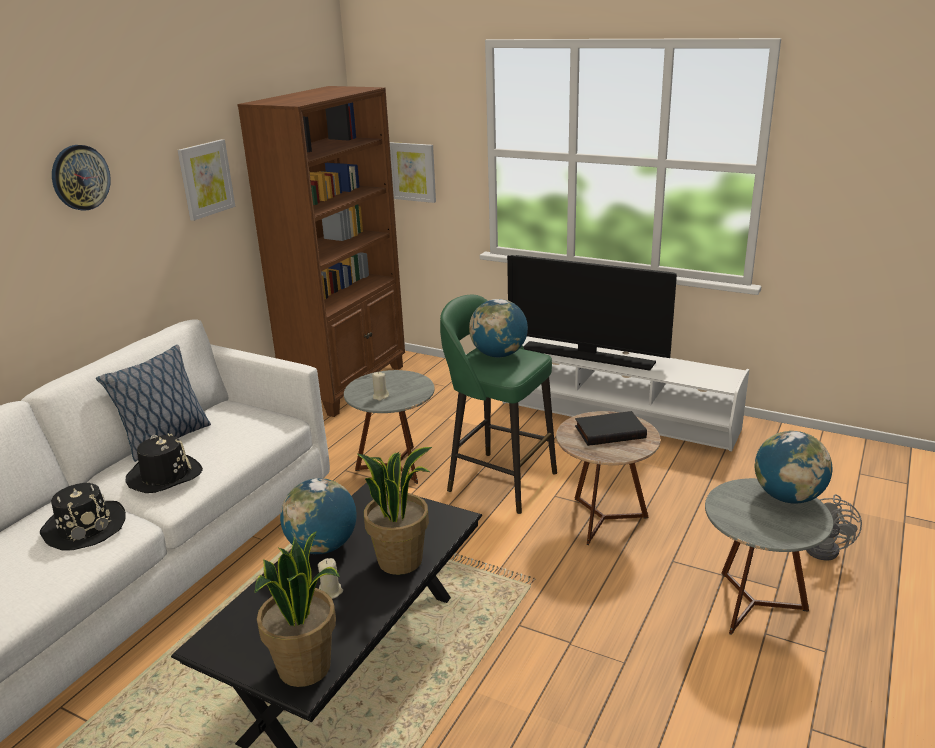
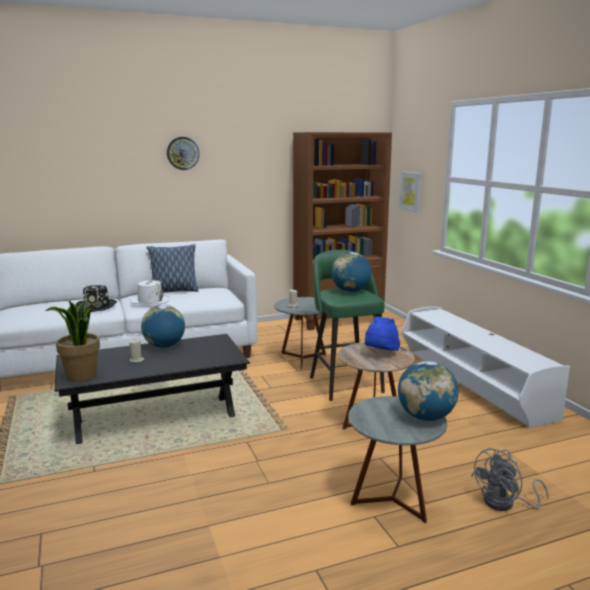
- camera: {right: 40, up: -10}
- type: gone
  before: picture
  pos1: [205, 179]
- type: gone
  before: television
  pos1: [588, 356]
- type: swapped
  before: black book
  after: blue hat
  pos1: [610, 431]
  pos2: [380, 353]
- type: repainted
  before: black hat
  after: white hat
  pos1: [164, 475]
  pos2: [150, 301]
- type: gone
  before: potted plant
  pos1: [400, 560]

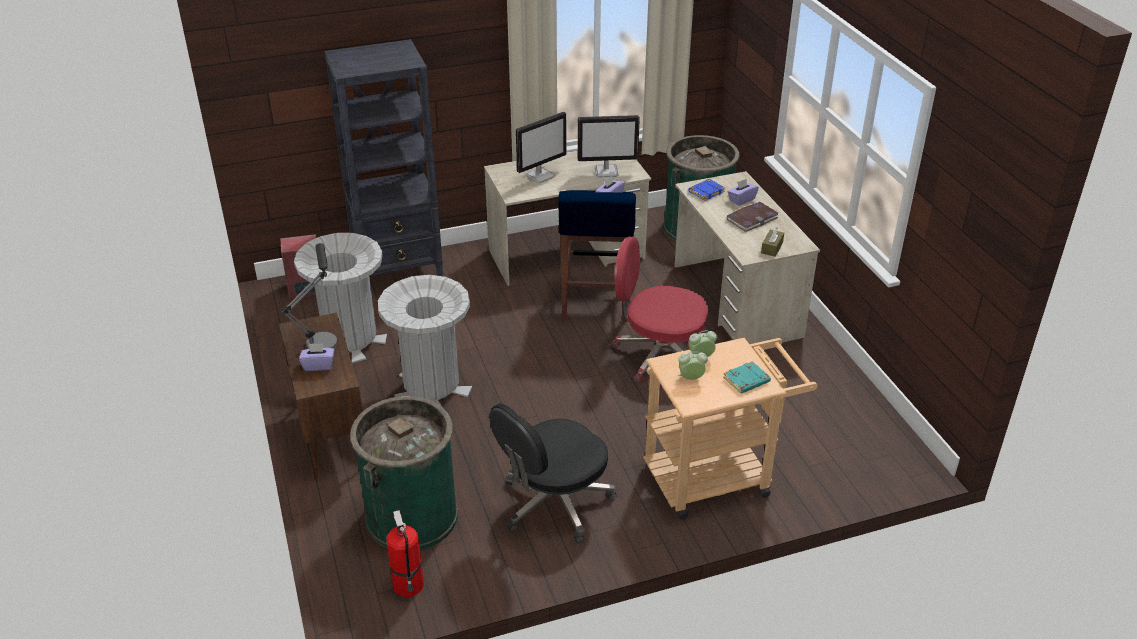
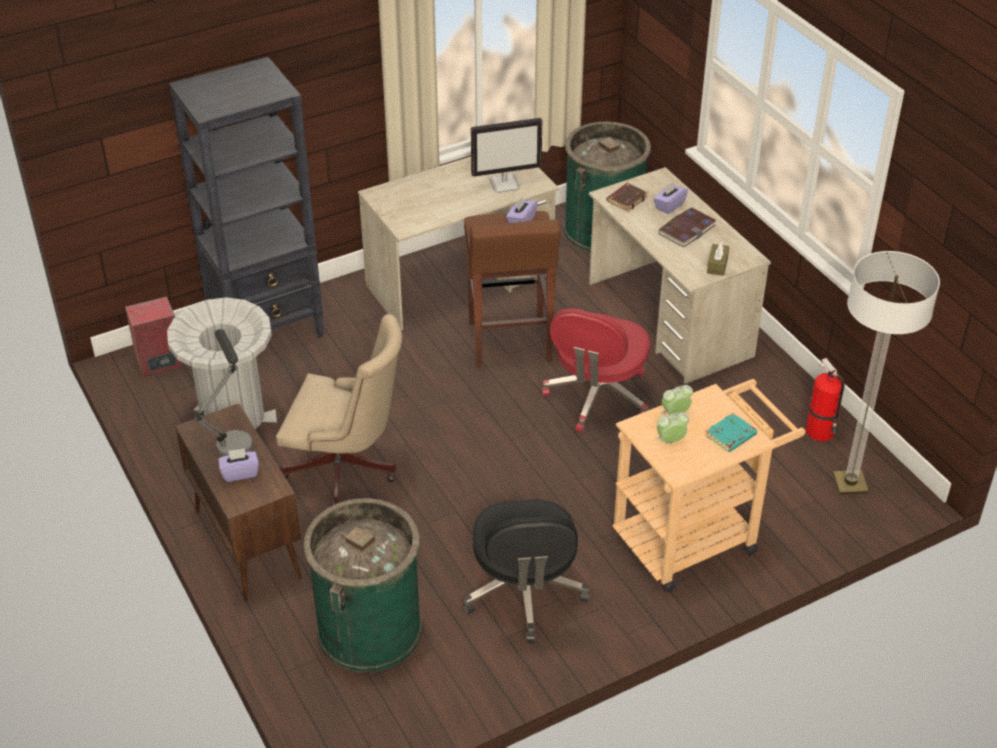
- camera: {right: -10, up: 5}
- type: gone
  before: monitor
  pos1: [540, 175]
- type: repainted
  before: blue book
  after: brown book
  pos1: [706, 192]
  pos2: [626, 199]
- type: repainted
  before: blue stool
  after: brown stool
  pos1: [595, 304]
  pos2: [509, 342]
- type: rotated
  before: red office chair
  pos1: [659, 354]
  pos2: [597, 397]
  turn: -75
- type: swapped
  before: grey trash can
  after: beige office chair
  pos1: [432, 387]
  pos2: [347, 469]
- type: rotated
  before: black office chair
  pos1: [554, 504]
  pos2: [524, 593]
  turn: -45
- type: shifted
  before: fire extinguisher
  pos1: [409, 586]
  pos2: [821, 432]
- type: new
  after: floor lamp
  pos2: [850, 484]

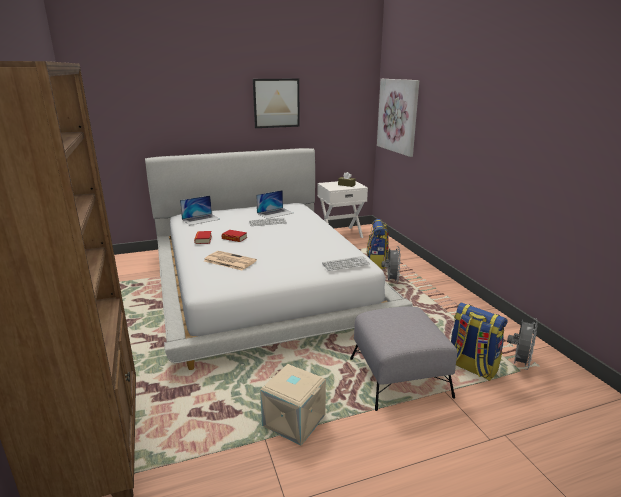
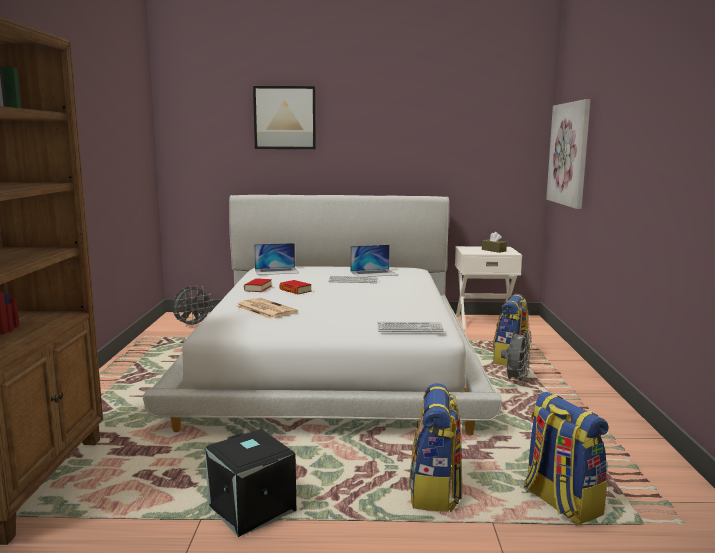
- camera: {right: 20, up: -10}
- type: shifted
  before: picture
  pos1: [276, 103]
  pos2: [285, 118]
- type: swapped
  before: grey ottoman
  after: backpack
  pos1: [399, 377]
  pos2: [435, 492]
- type: shifted
  before: grey fan
  pos1: [519, 363]
  pos2: [192, 325]
- type: repainted
  before: beige storage box
  after: black storage box
  pos1: [293, 421]
  pos2: [250, 509]

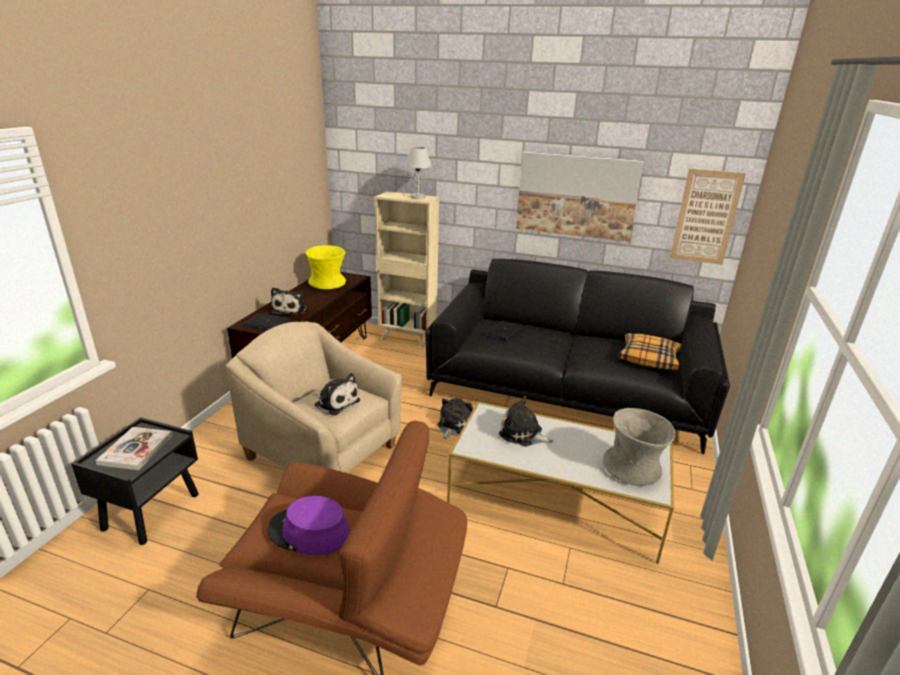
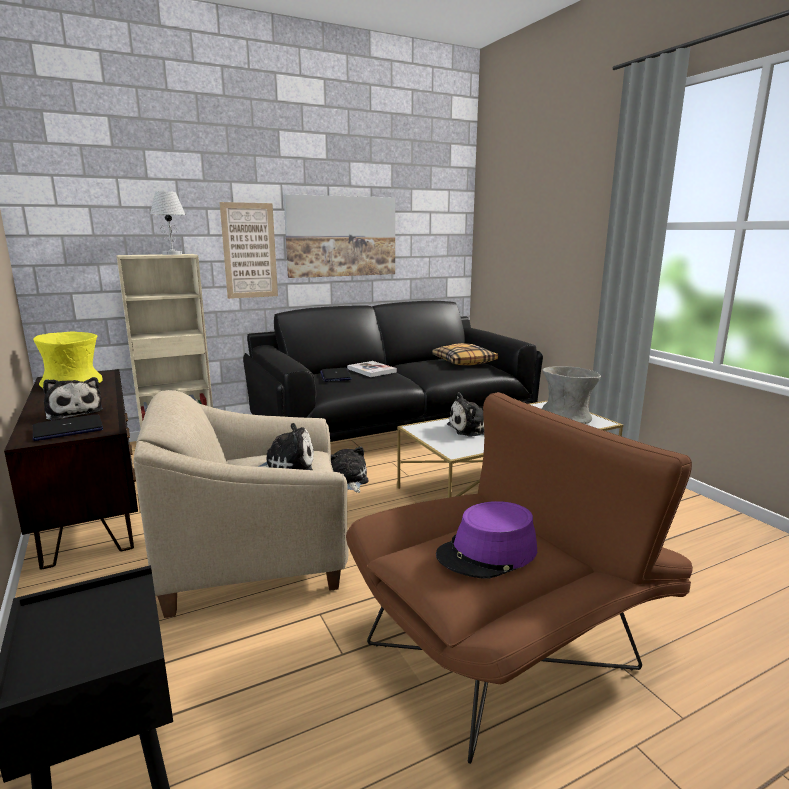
- camera: {right: -45, up: -10}
- type: shifted
  before: picture
  pos1: [705, 217]
  pos2: [249, 251]
- type: shifted
  before: book
  pos1: [136, 449]
  pos2: [371, 370]

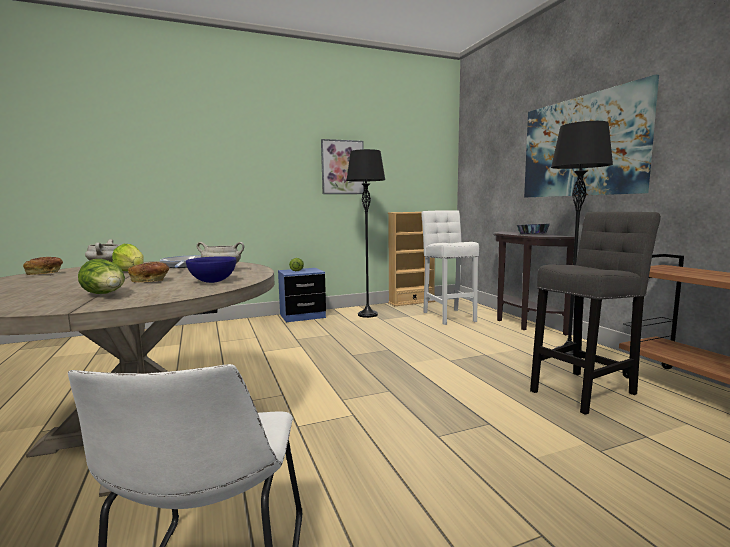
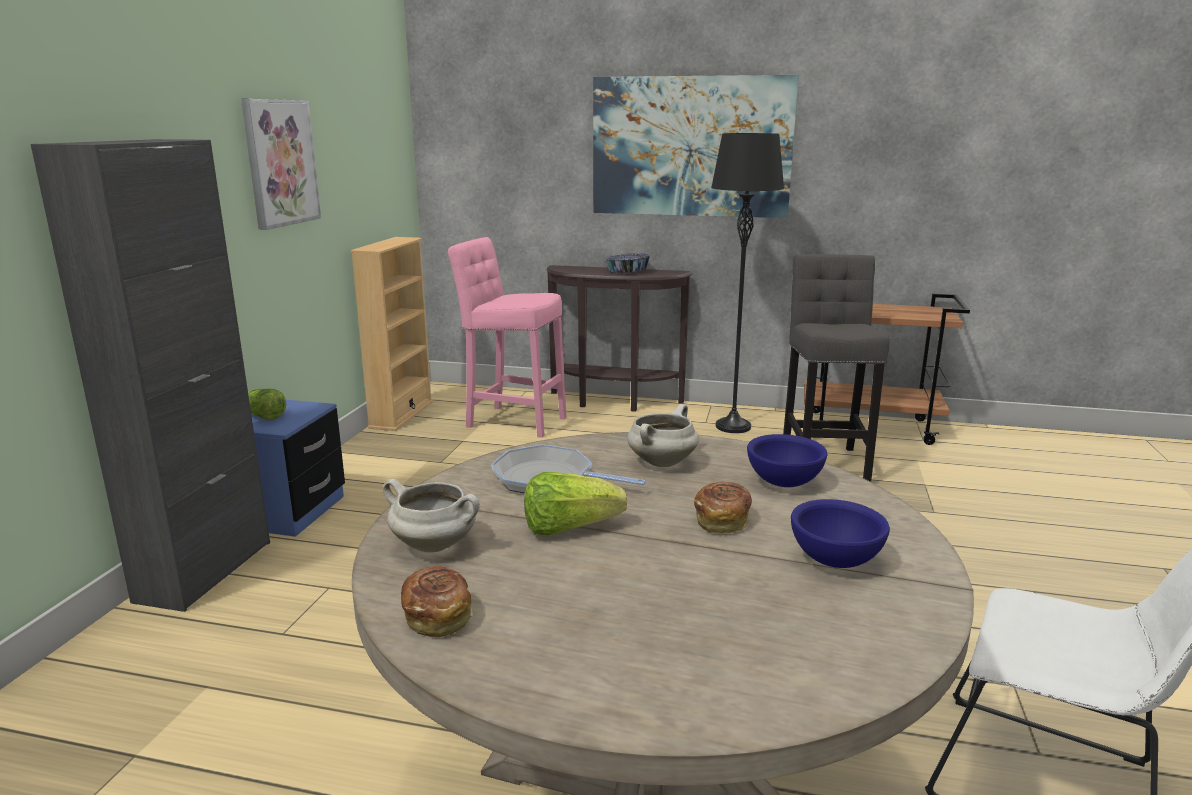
- camera: {right: -55, up: 10}
- type: gone
  before: black floor lamp
  pos1: [367, 315]
- type: repainted
  before: white stool
  after: pink stool
  pos1: [448, 316]
  pos2: [512, 421]
- type: swapped
  before: lettuce
  after: blue bowl
  pos1: [106, 294]
  pos2: [833, 560]
- type: new
  after: black cabinet
  pos2: [205, 571]

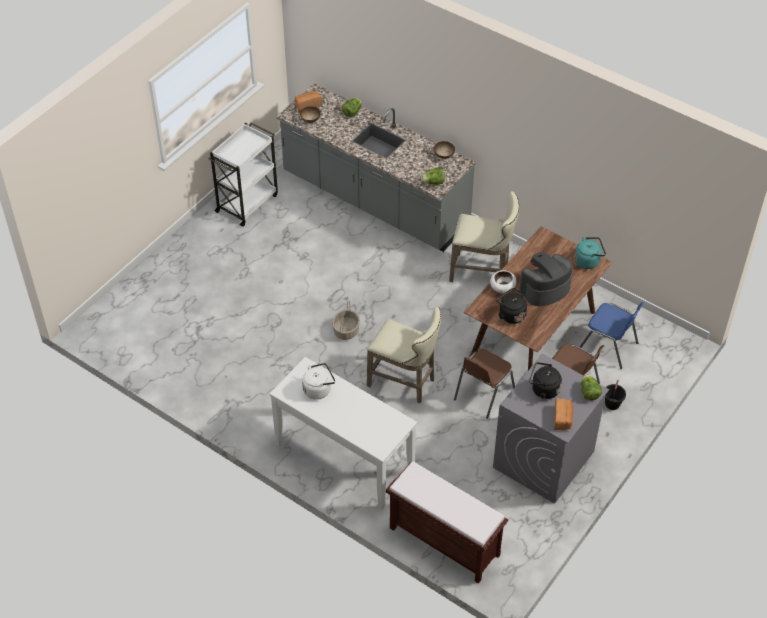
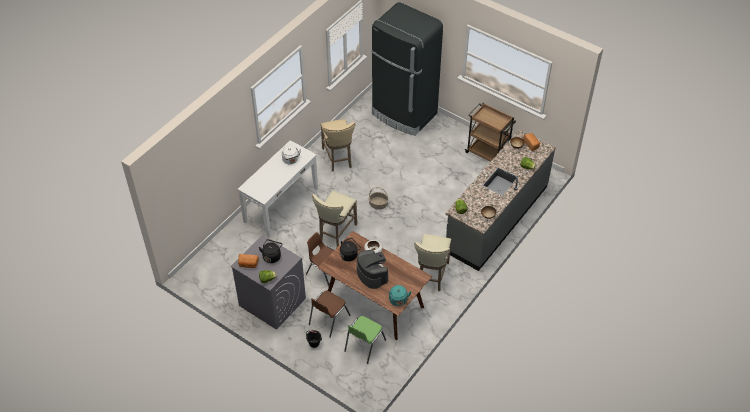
- camera: {right: 90, up: 0}
- type: repainted
  before: white cart
  after: brown cart
  pos1: [247, 202]
  pos2: [487, 154]
- type: repainted
  before: blue chair
  after: green chair
  pos1: [609, 347]
  pos2: [364, 346]
- type: gone
  before: brown bench
  pos1: [443, 541]
- type: new
  after: black fridge
  pos2: [404, 114]
- type: new
  after: beige stool
  pos2: [338, 159]

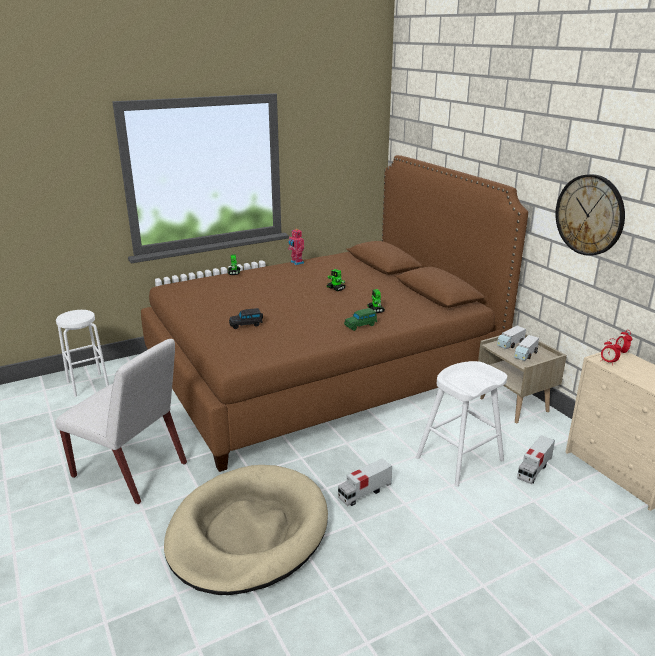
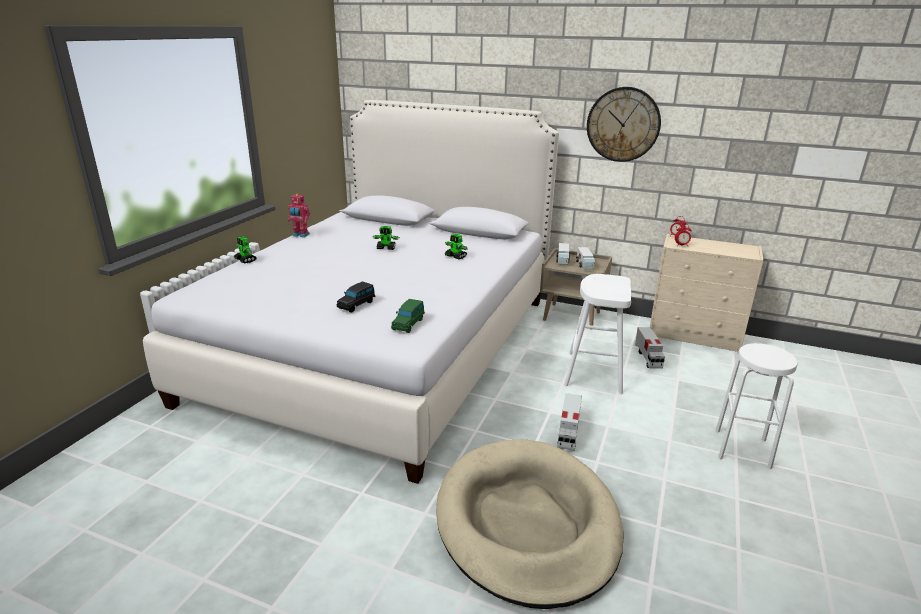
- camera: {right: -40, up: 0}
- type: repainted
  before: brown bed
  after: white bed
  pos1: [321, 371]
  pos2: [383, 346]
- type: shifted
  before: green toy car
  pos1: [361, 325]
  pos2: [408, 324]
- type: shifted
  before: white stool
  pos1: [88, 384]
  pos2: [742, 448]
- type: gone
  before: white chair
  pos1: [131, 470]

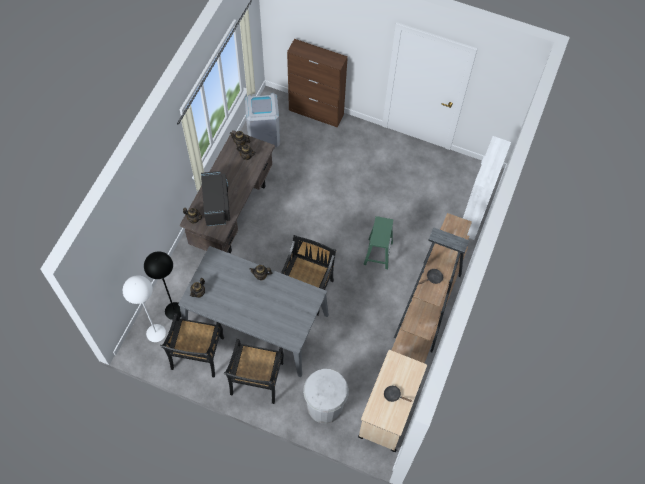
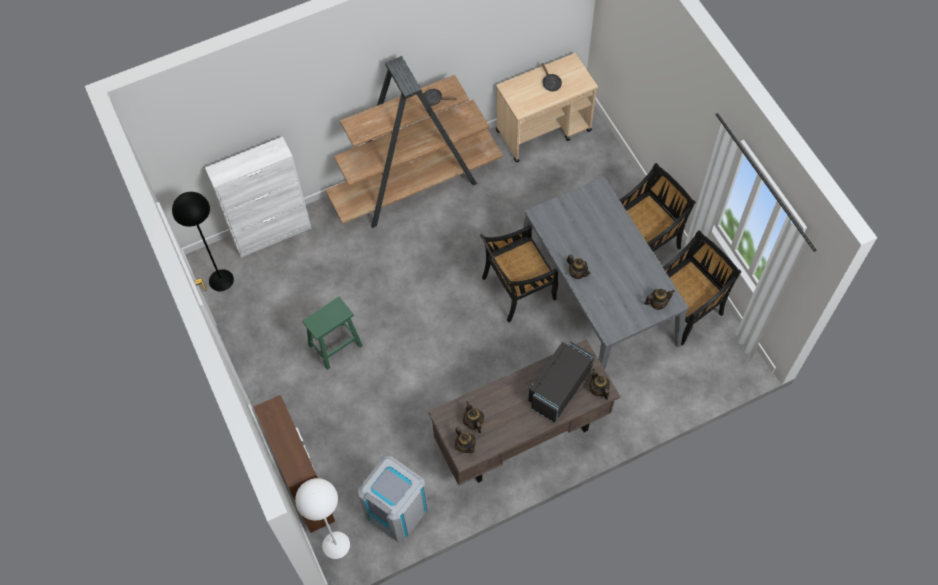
- camera: {right: -135, up: 0}
- type: shifted
  before: green stool
  pos1: [378, 252]
  pos2: [334, 346]
- type: shifted
  before: black floor lamp
  pos1: [174, 311]
  pos2: [221, 280]
- type: shifted
  before: white floor lamp
  pos1: [155, 332]
  pos2: [336, 545]
- type: gone
  before: white trash can
  pos1: [325, 406]

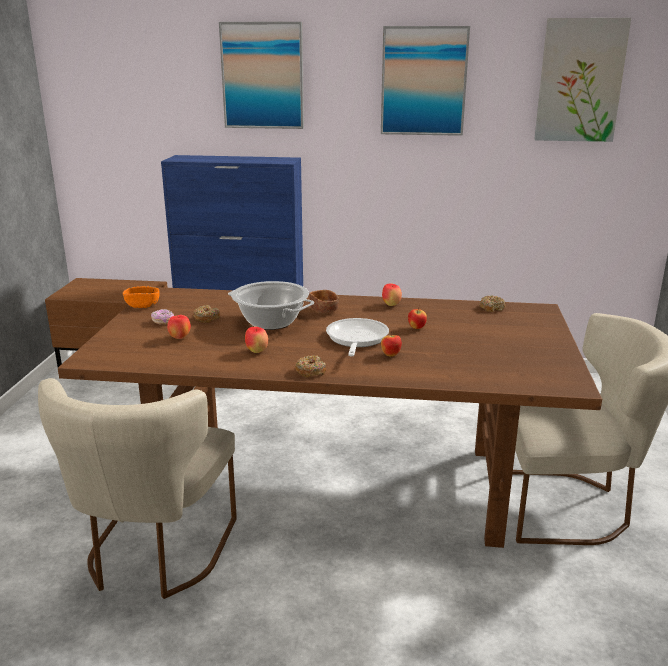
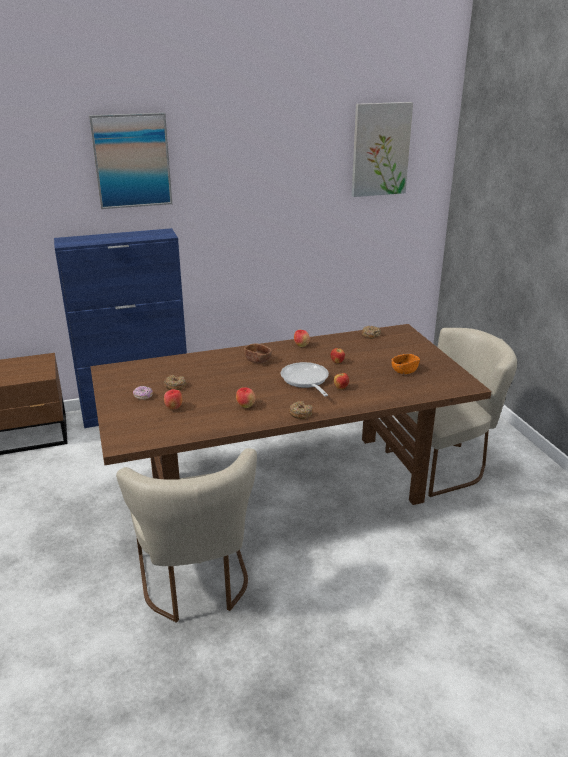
- camera: {right: -25, up: 5}
- type: gone
  before: picture
  pos1: [423, 81]
- type: gone
  before: cooking pot
  pos1: [271, 322]
- type: shifted
  before: orange bowl
  pos1: [142, 305]
  pos2: [404, 370]

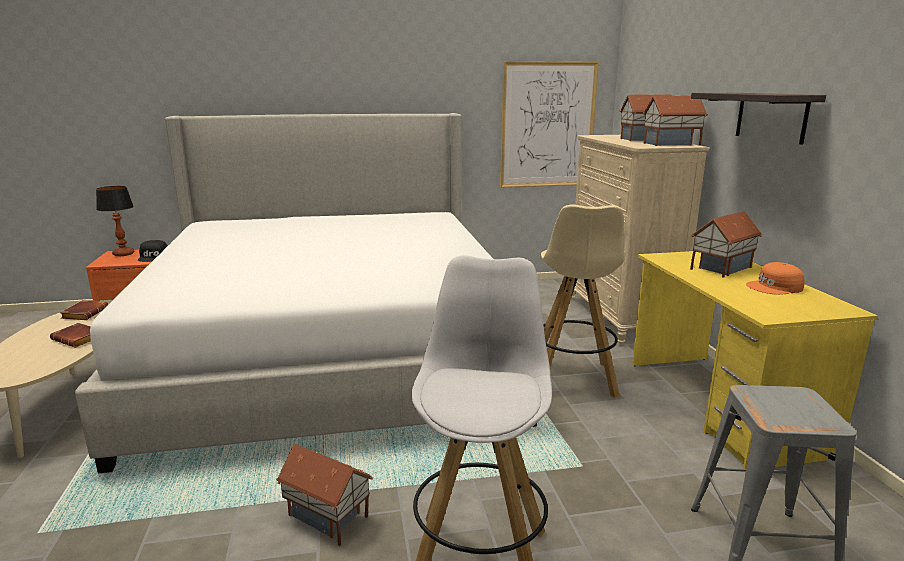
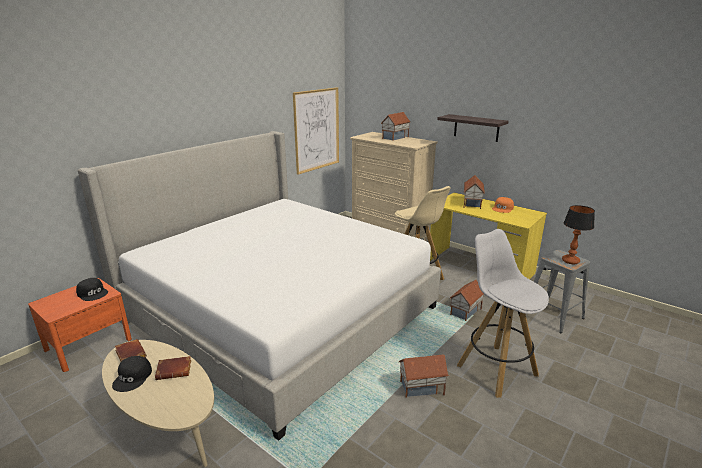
- camera: {right: -40, up: 5}
- type: shifted
  before: toy house
  pos1: [672, 144]
  pos2: [466, 312]
- type: shifted
  before: table lamp
  pos1: [123, 254]
  pos2: [571, 261]
- type: new
  after: black cap
  pos2: [133, 377]

